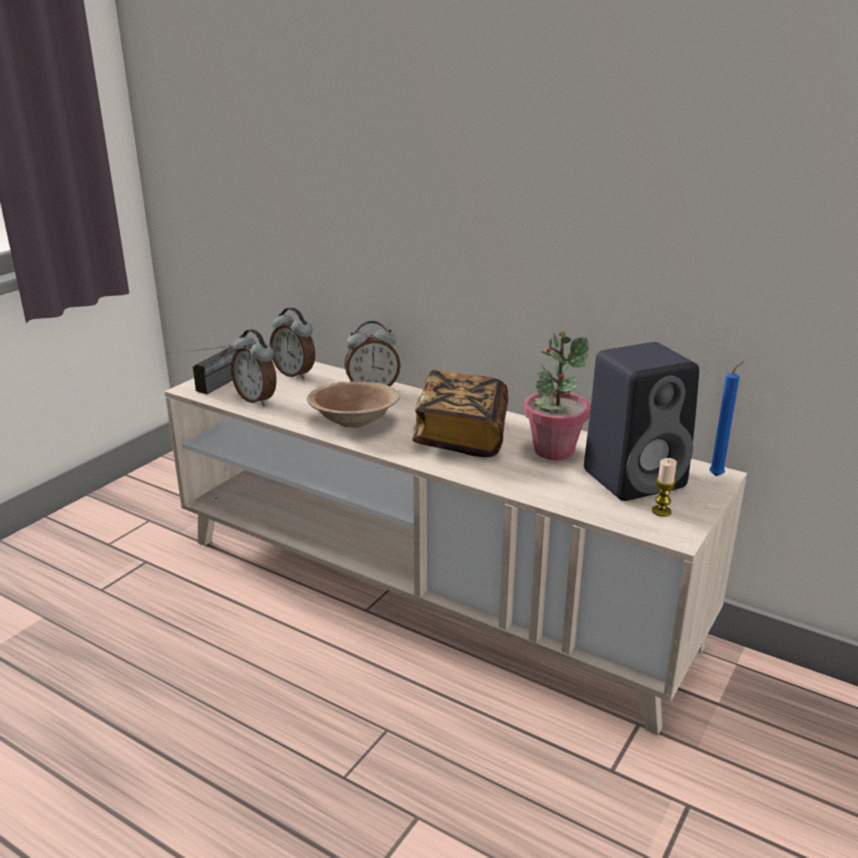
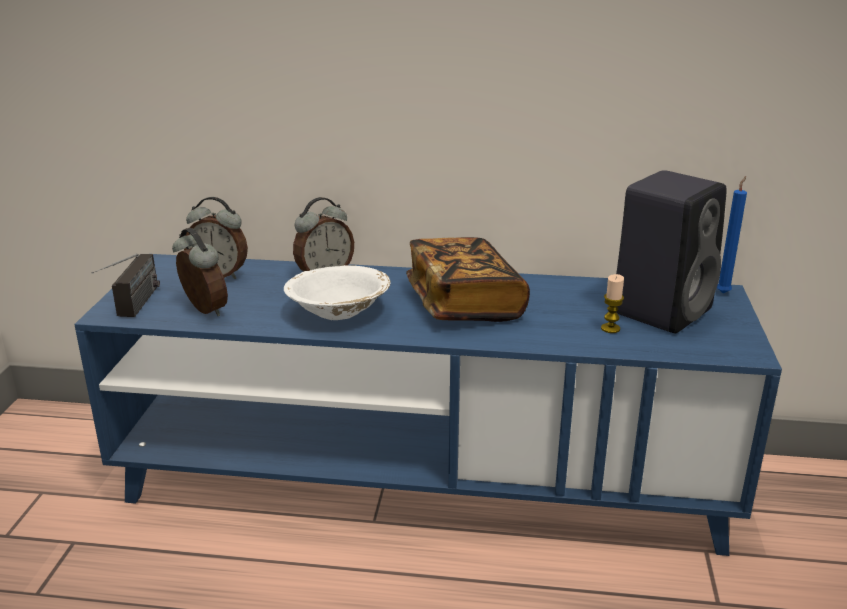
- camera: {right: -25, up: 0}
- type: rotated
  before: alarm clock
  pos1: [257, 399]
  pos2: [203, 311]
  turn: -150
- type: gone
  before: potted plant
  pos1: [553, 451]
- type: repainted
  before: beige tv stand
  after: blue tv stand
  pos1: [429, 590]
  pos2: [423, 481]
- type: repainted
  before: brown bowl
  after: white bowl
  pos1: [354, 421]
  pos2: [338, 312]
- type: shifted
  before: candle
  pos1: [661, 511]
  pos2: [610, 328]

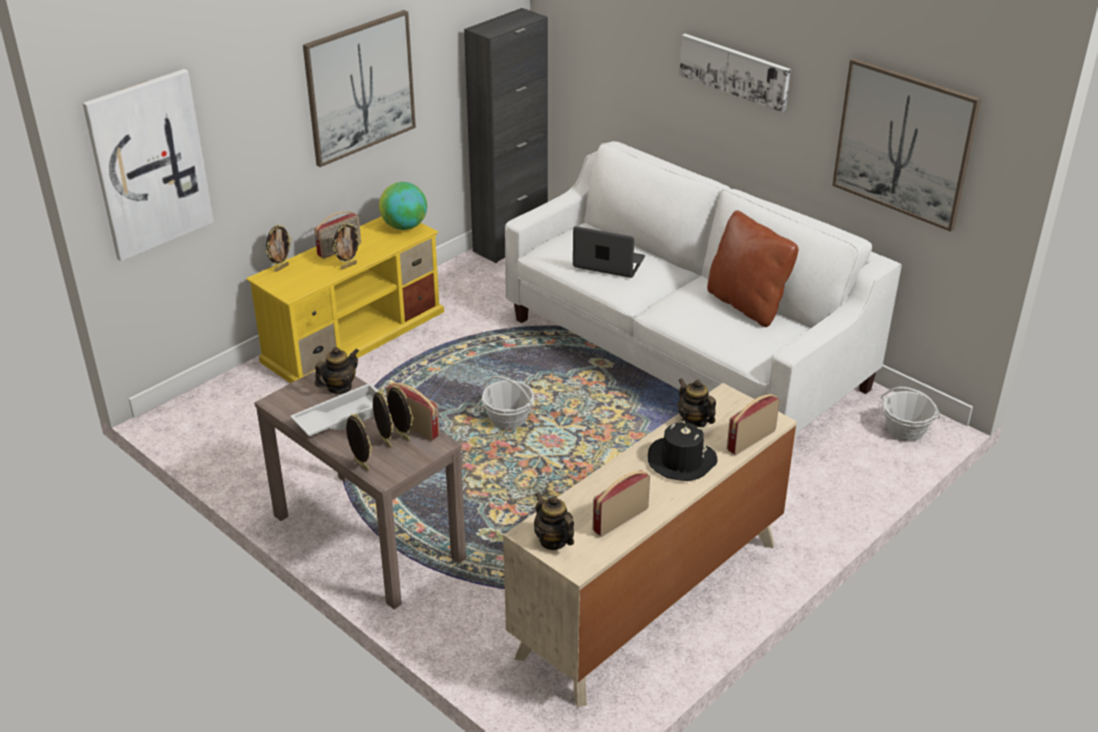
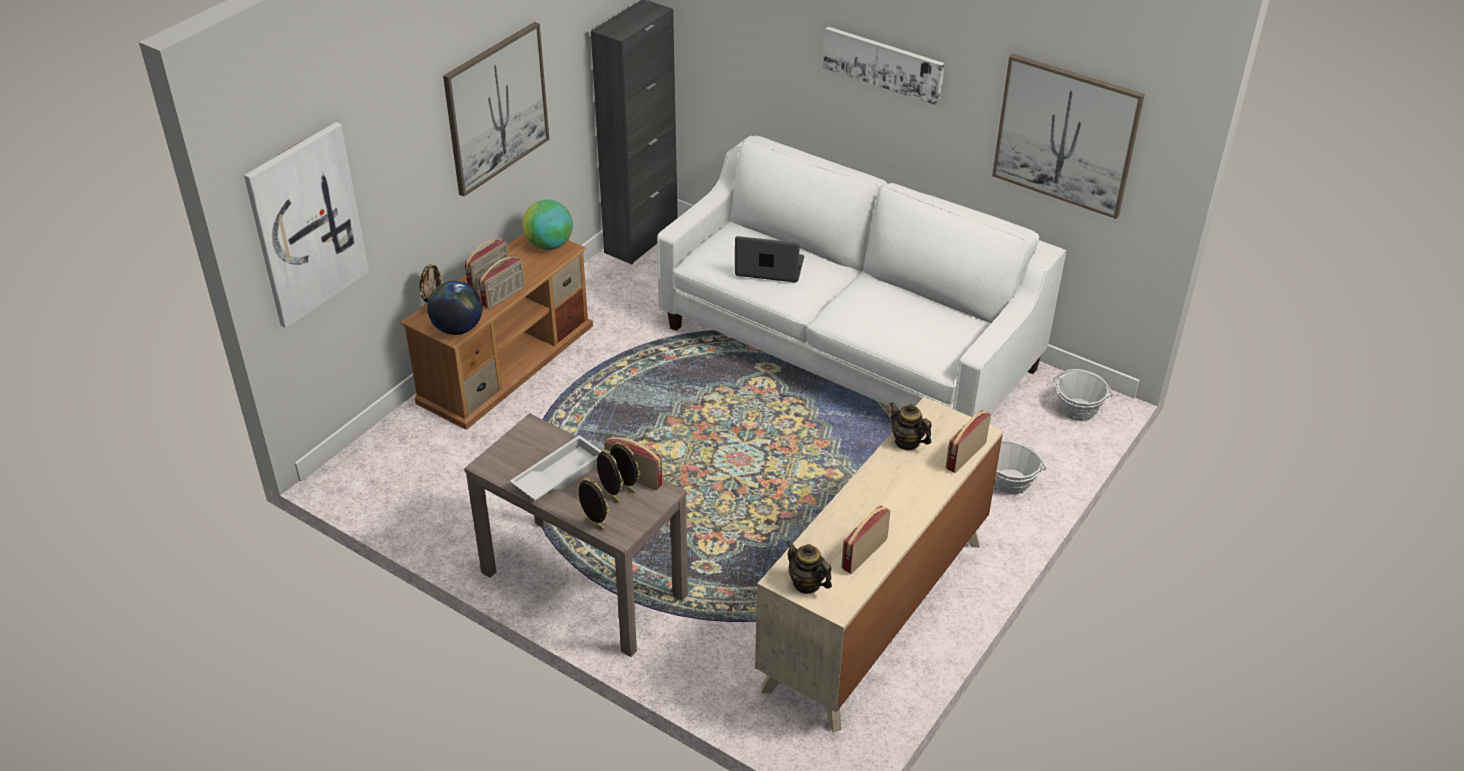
- camera: {right: -10, up: 5}
- type: gone
  before: brown pillow
  pos1: [747, 305]
- type: repainted
  before: yellow tv stand
  after: brown tv stand
  pos1: [354, 335]
  pos2: [507, 362]
- type: swapped
  before: picture frame
  after: radio
  pos1: [348, 266]
  pos2: [504, 297]
- type: gone
  before: teapot
  pos1: [339, 387]
- type: shifted
  before: basket
  pos1: [508, 419]
  pos2: [1011, 481]
- type: gone
  before: black hat
  pos1: [681, 461]
- type: new
  after: globe
  pos2: [457, 328]

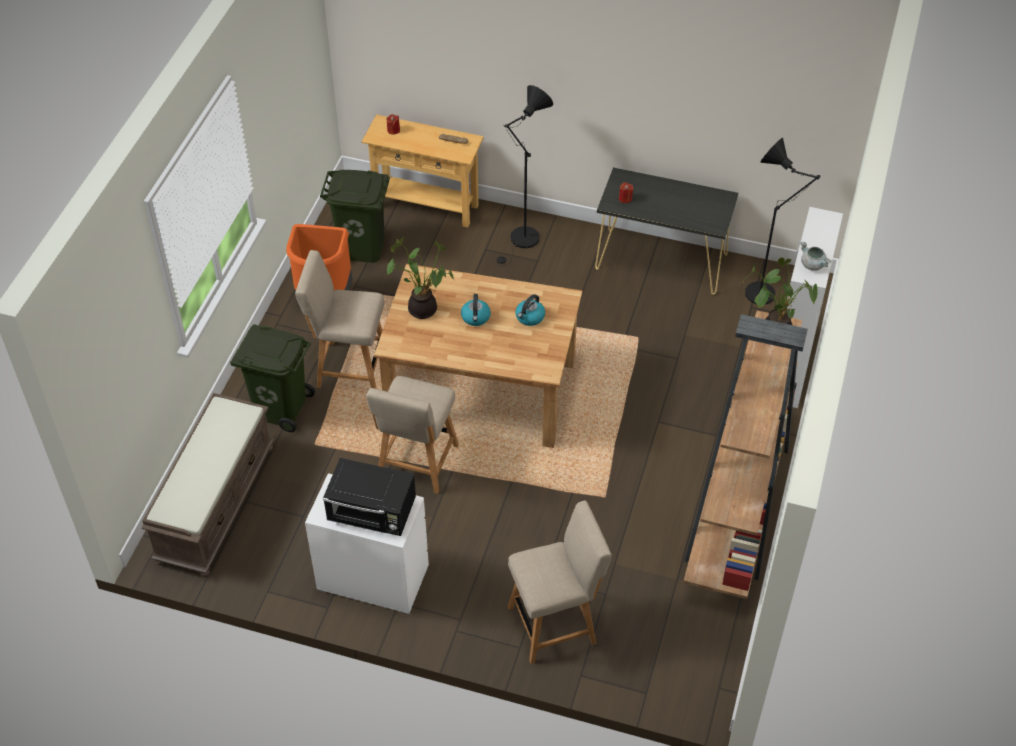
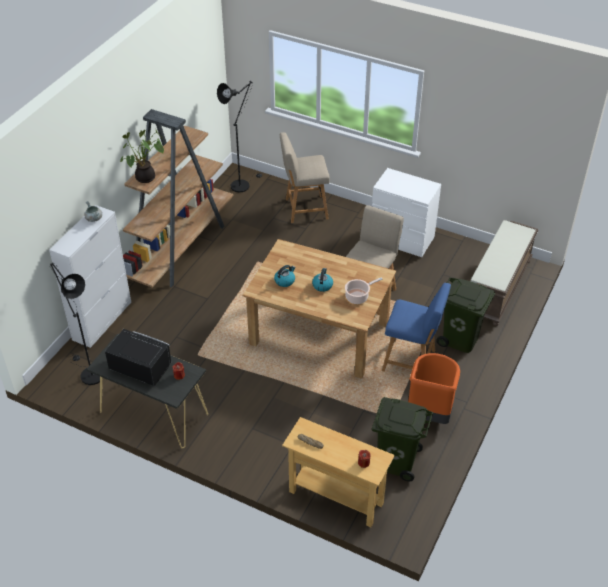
- camera: {right: -170, up: -5}
- type: shifted
  before: black floor lamp
  pos1: [522, 242]
  pos2: [242, 184]
- type: swapped
  before: potted plant
  after: cooking pot
  pos1: [423, 307]
  pos2: [358, 296]
- type: repainted
  before: beige chair
  after: blue chair
  pos1: [348, 367]
  pos2: [411, 361]
- type: shifted
  before: black microwave
  pos1: [372, 513]
  pos2: [140, 368]

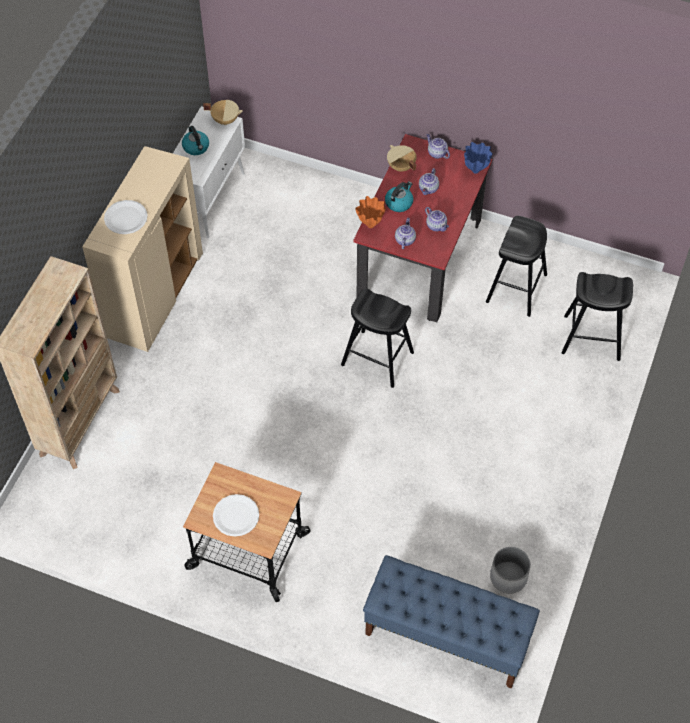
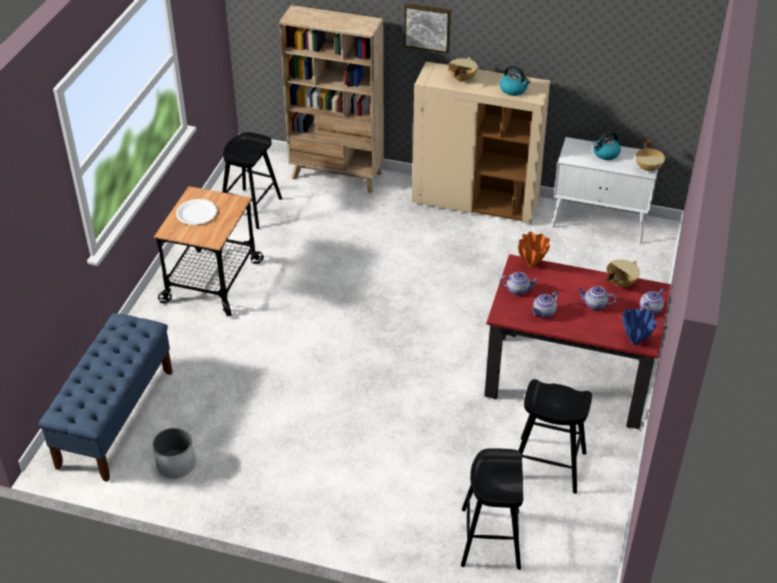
- camera: {right: 85, up: -15}
- type: shifted
  before: kettle
  pos1: [399, 202]
  pos2: [513, 90]
- type: swapped
  before: white plate
  after: beige cooking pot
  pos1: [126, 218]
  pos2: [461, 79]
- type: shifted
  before: black stool
  pos1: [377, 358]
  pos2: [250, 208]
- type: new
  after: picture
  pos2: [427, 27]

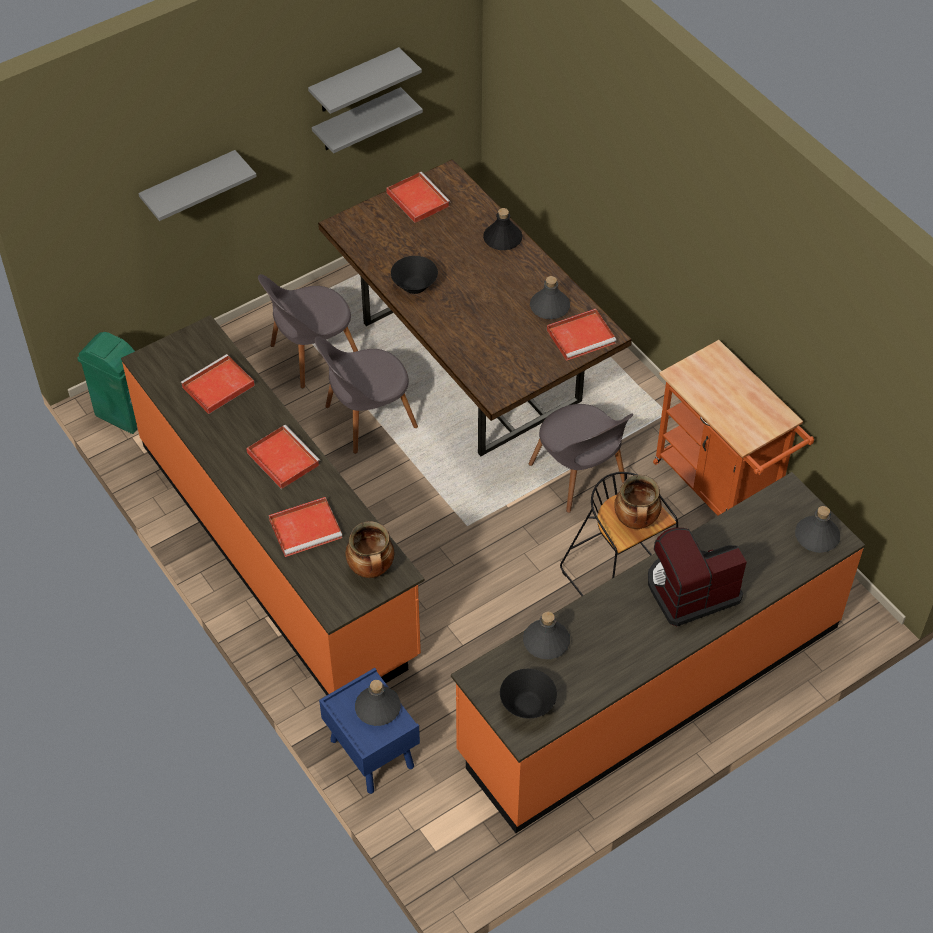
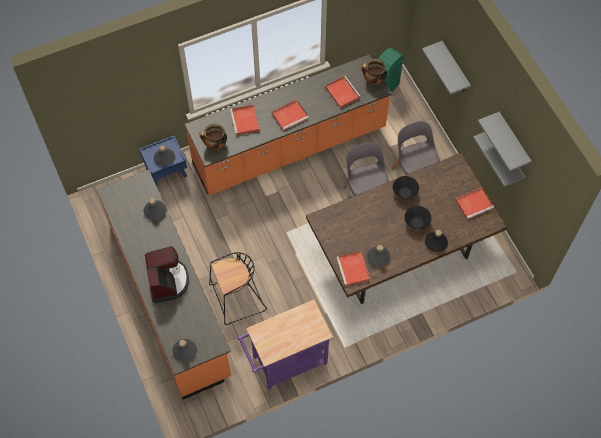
- camera: {right: 100, up: 10}
- type: repainted
  before: orange cart
  after: purple cart
  pos1: [721, 489]
  pos2: [285, 363]
- type: gone
  before: grey chair
  pos1: [579, 476]
- type: shifted
  before: cooking pot
  pos1: [636, 521]
  pos2: [373, 80]
- type: shifted
  before: black bowl
  pos1: [527, 705]
  pos2: [416, 222]

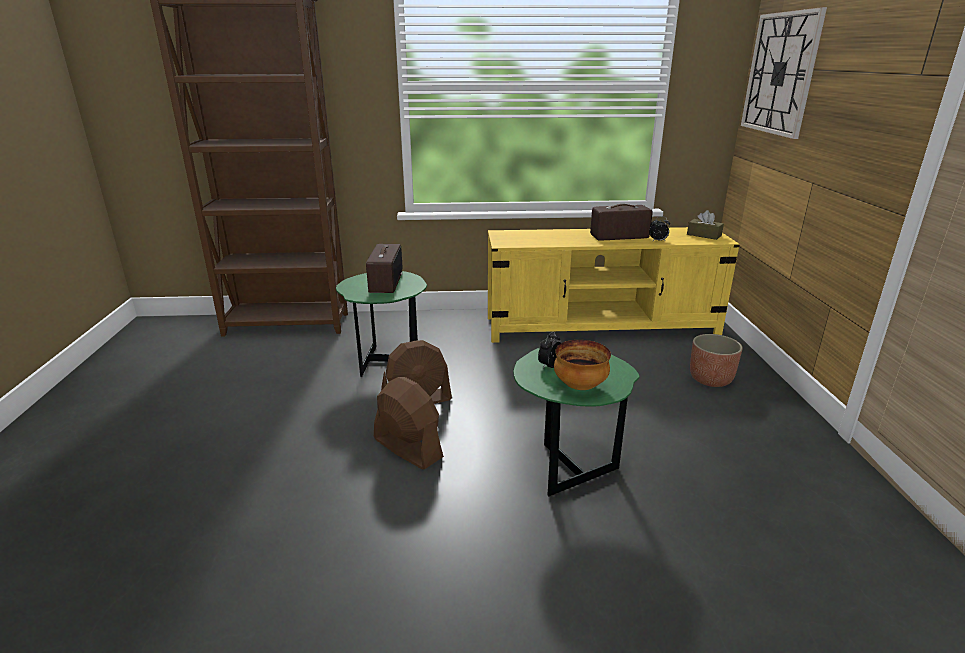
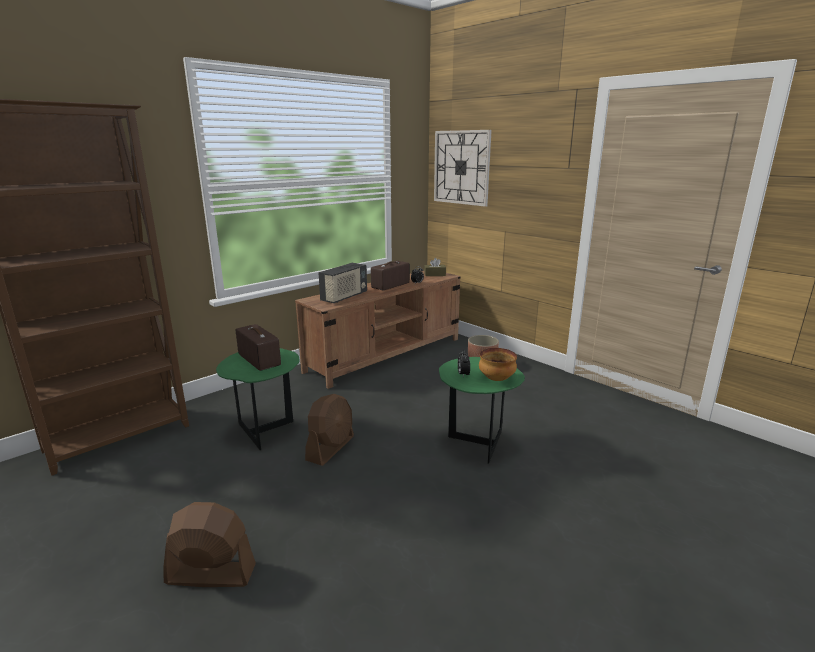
- camera: {right: -40, up: -5}
- type: repainted
  before: yellow tv stand
  after: brown tv stand
  pos1: [601, 327]
  pos2: [386, 354]
- type: shifted
  before: brown fan
  pos1: [407, 448]
  pos2: [210, 574]
- type: new
  after: radio
  pos2: [344, 297]

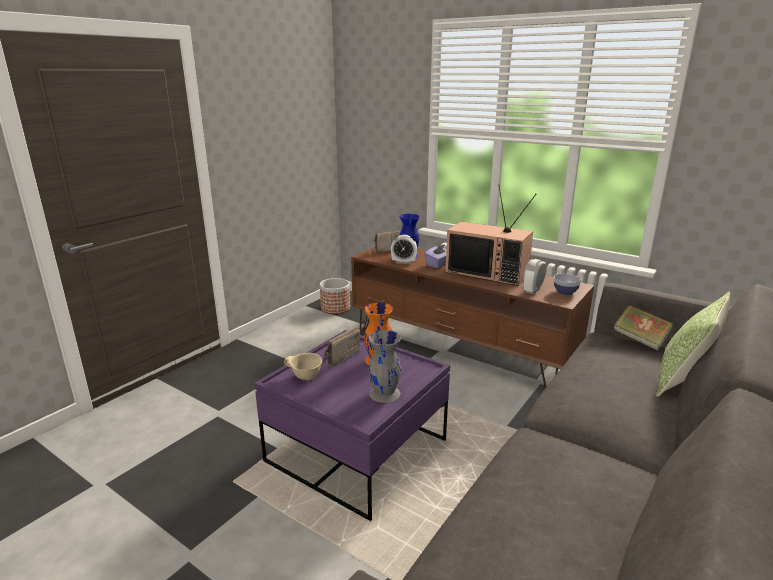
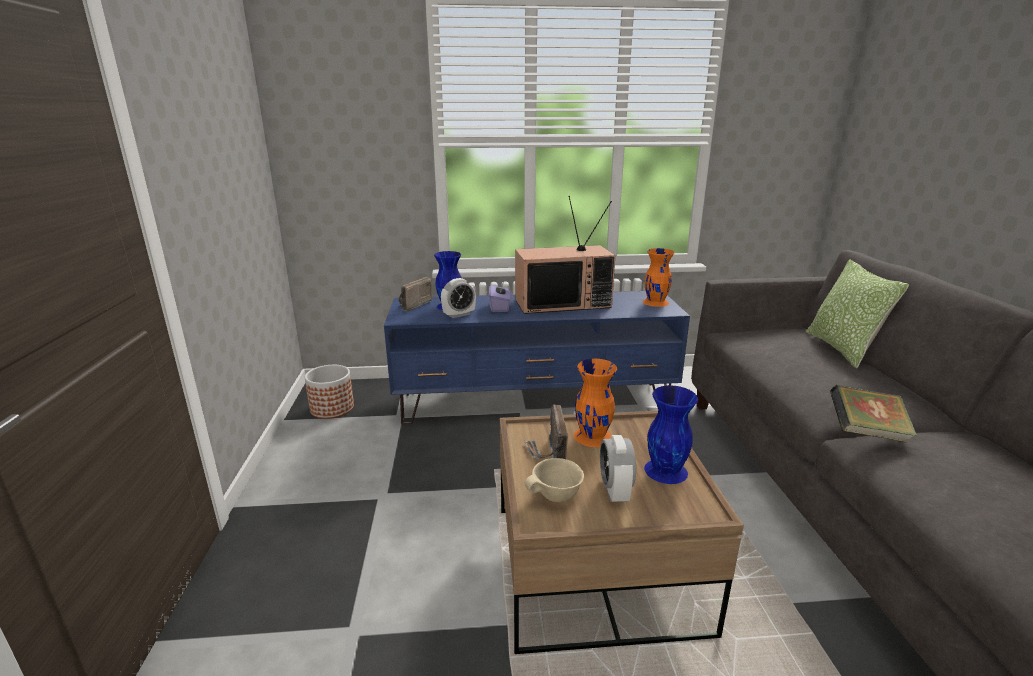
- camera: {right: -40, up: 0}
- type: repainted
  before: brown tv stand
  after: blue tv stand
  pos1: [460, 348]
  pos2: [535, 401]
- type: shifted
  before: alarm clock
  pos1: [532, 290]
  pos2: [615, 491]
- type: swapped
  before: bowl
  after: orange vase
  pos1: [565, 292]
  pos2: [656, 302]
- type: shifted
  before: book
  pos1: [640, 340]
  pos2: [866, 432]
- type: repainted
  before: purple coffee table
  after: brown coffee table
  pos1: [357, 451]
  pos2: [596, 567]
- type: repainted
  before: grey vase
  after: blue vase
  pos1: [385, 393]
  pos2: [666, 470]

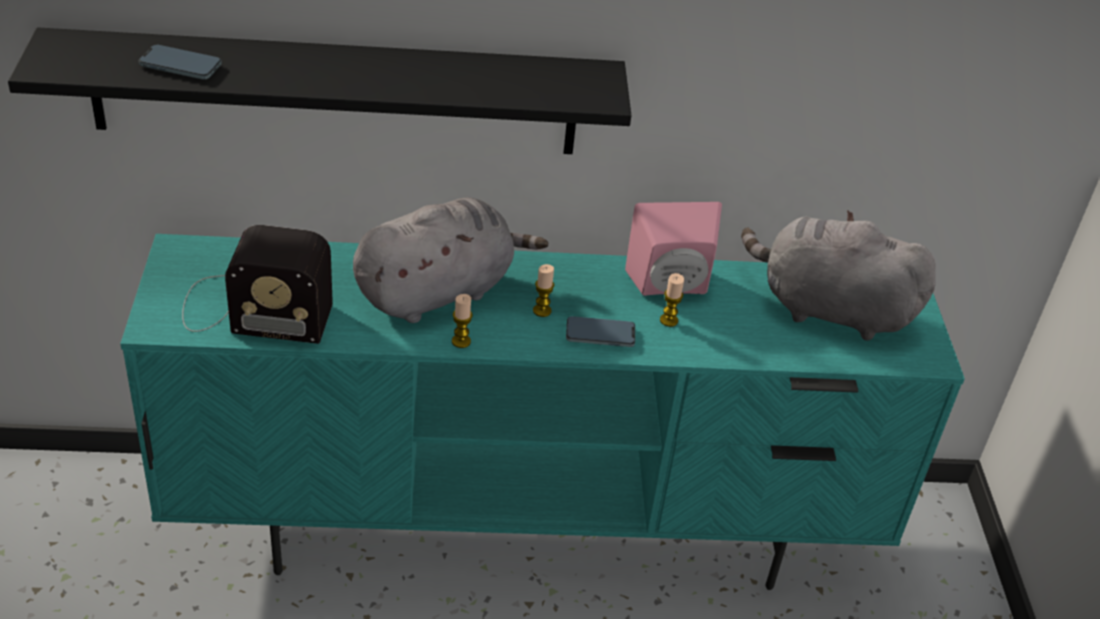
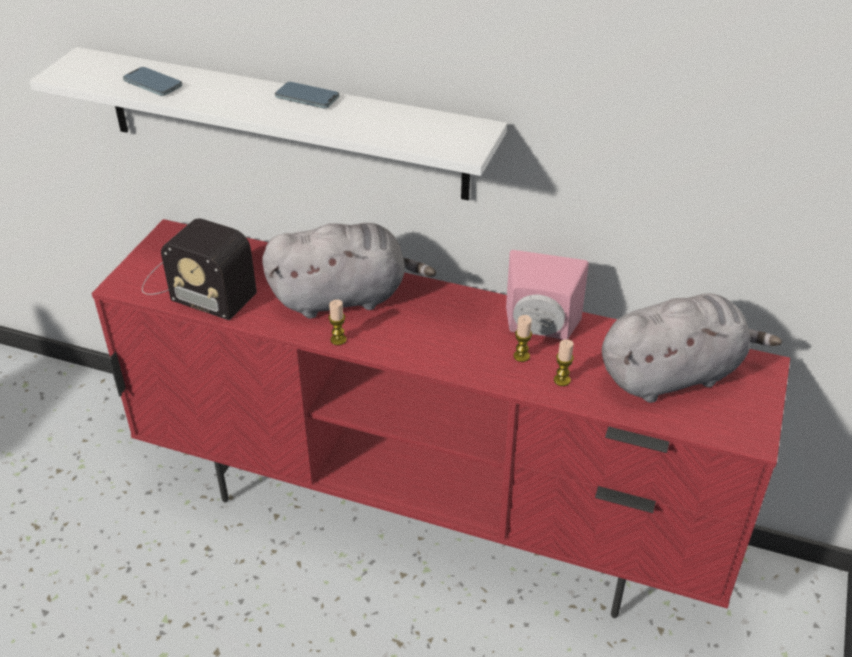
- camera: {right: 25, up: 0}
- type: repainted
  before: black shelf
  after: white shelf
  pos1: [336, 93]
  pos2: [283, 123]
- type: rotated
  before: grey plush toy
  pos1: [828, 309]
  pos2: [674, 375]
  turn: 120
- type: repainted
  before: turquoise tv stand
  after: red tv stand
  pos1: [530, 530]
  pos2: [430, 516]
- type: shifted
  before: candle
  pos1: [542, 310]
  pos2: [562, 380]
- type: shifted
  before: phone
  pos1: [600, 334]
  pos2: [307, 98]

